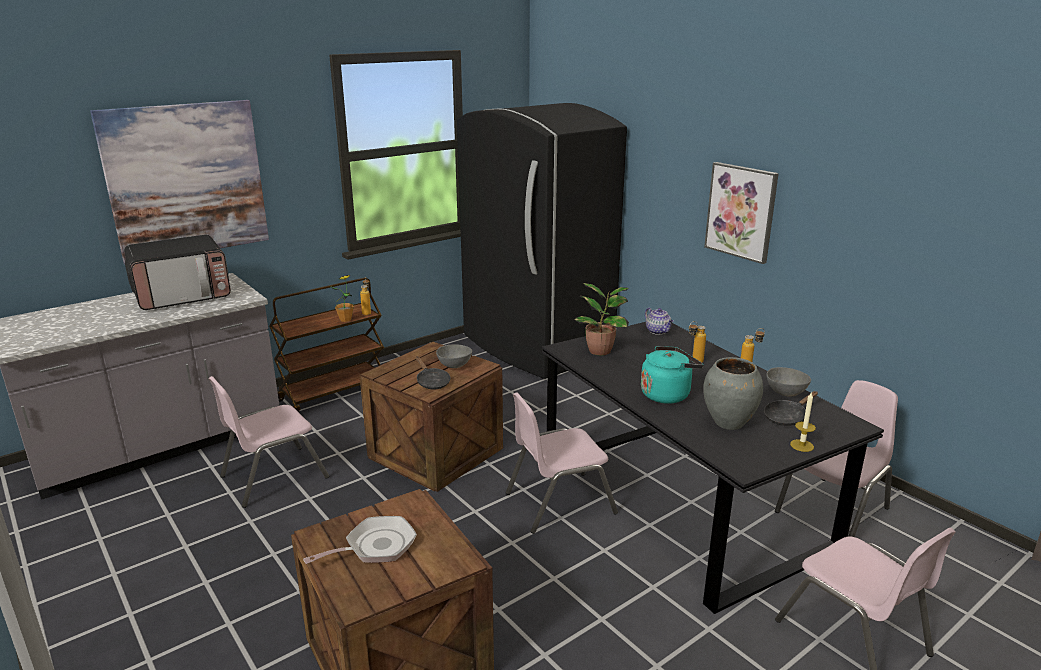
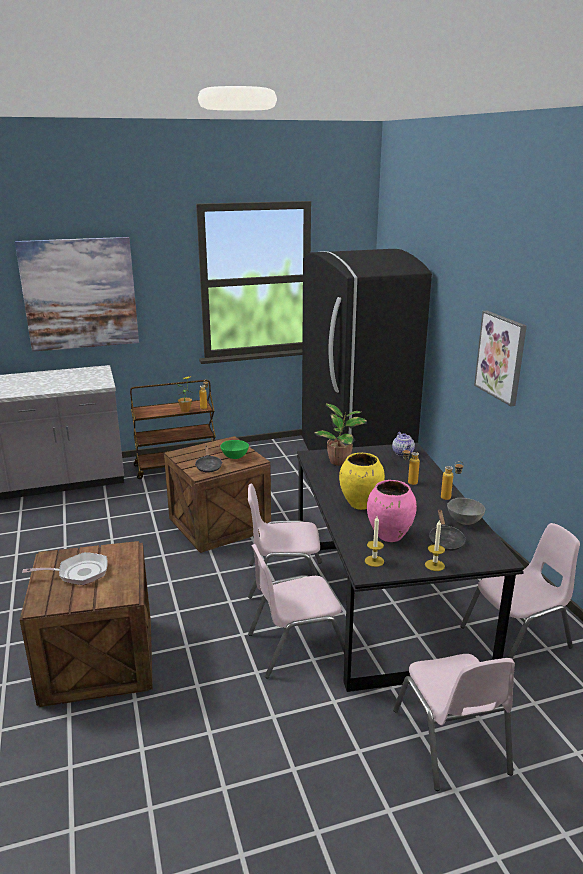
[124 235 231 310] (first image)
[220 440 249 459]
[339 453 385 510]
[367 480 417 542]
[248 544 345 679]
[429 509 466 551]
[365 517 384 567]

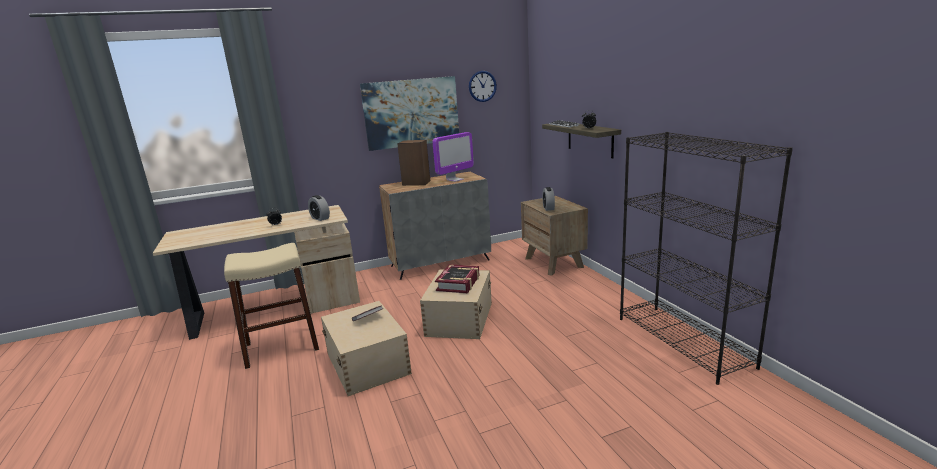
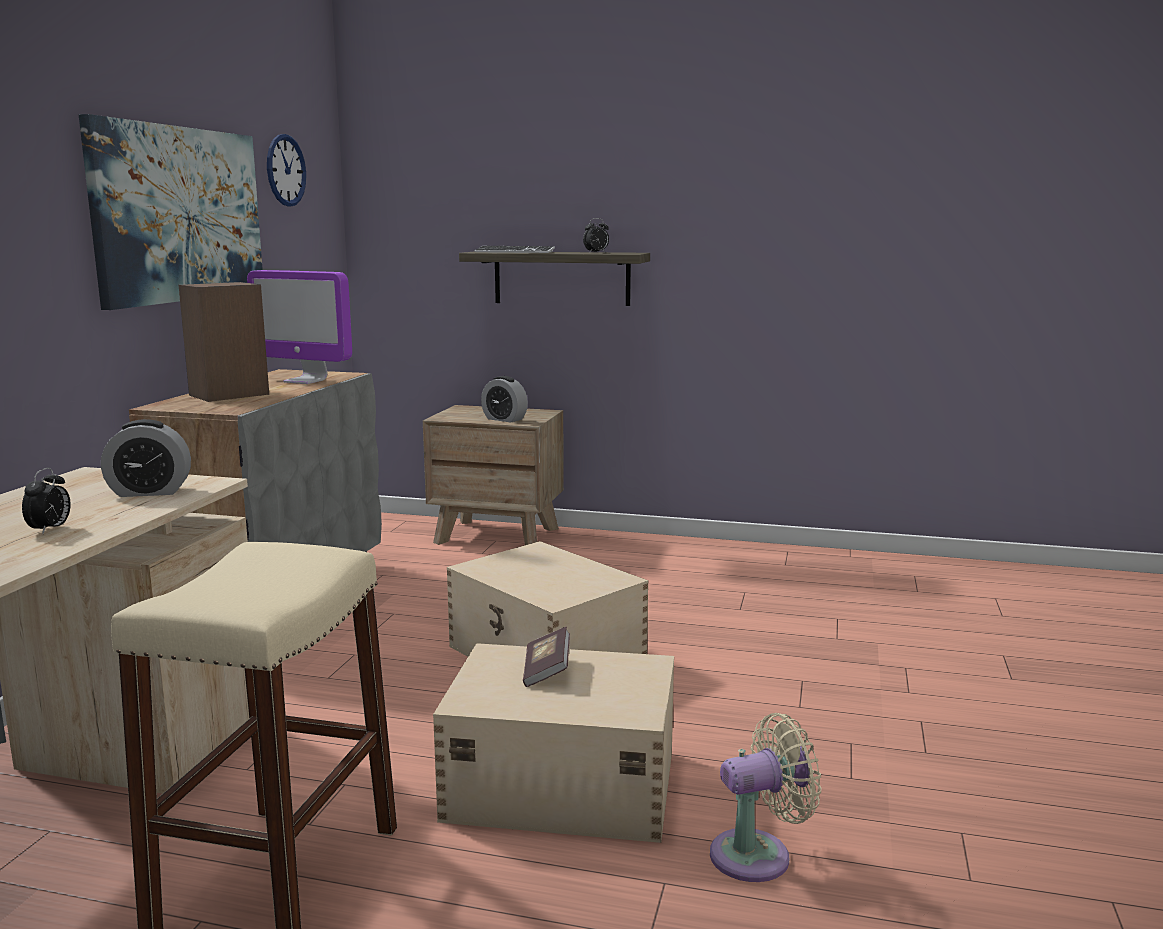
[247 270 352 384]
[620 132 793 385] (first image)
[435 264 480 293] (first image)
[710 713 821 882]

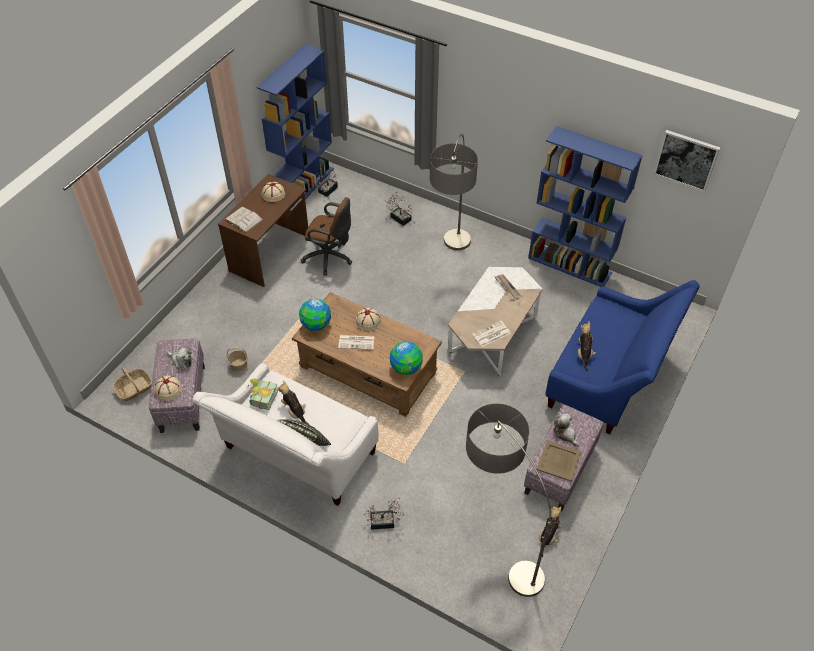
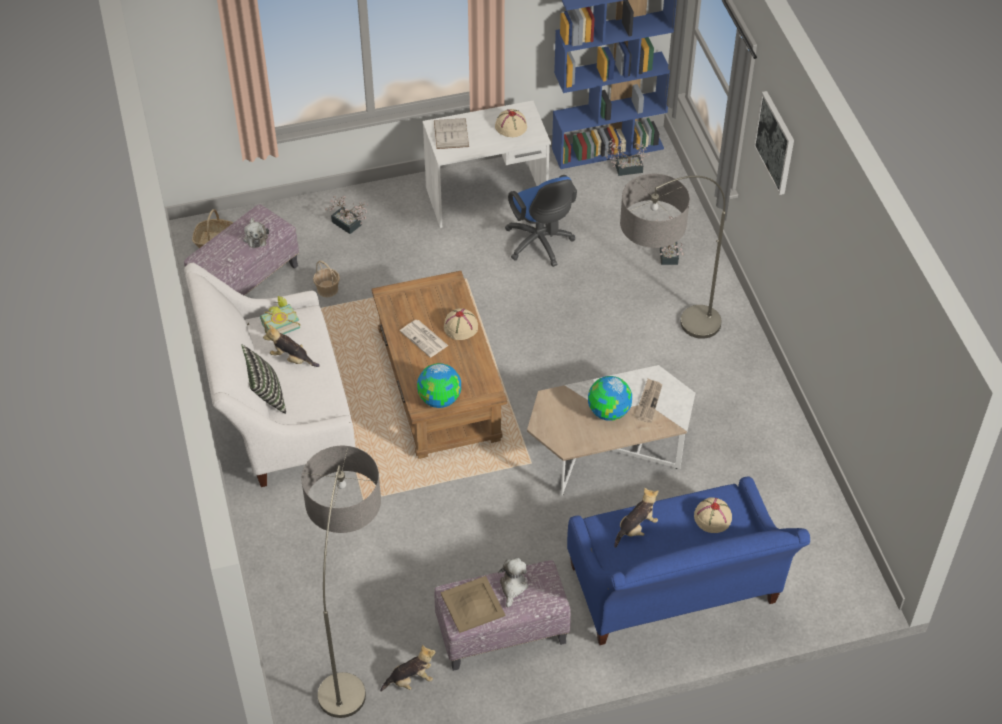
[528 126 643 287] (first image)
[754 91 794 195]
[423 101 551 228]
[505 175 577 267]
[588 376 632 421]
[472 321 511 347] (first image)
[694 498 732 533]
[263 325 320 367]
[325 196 368 234]

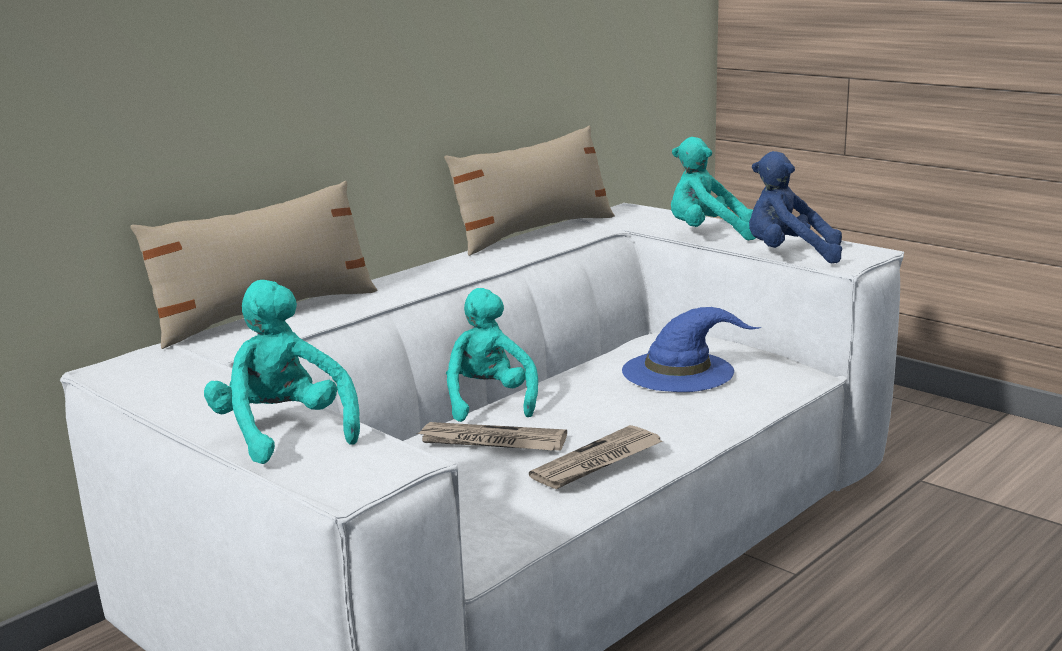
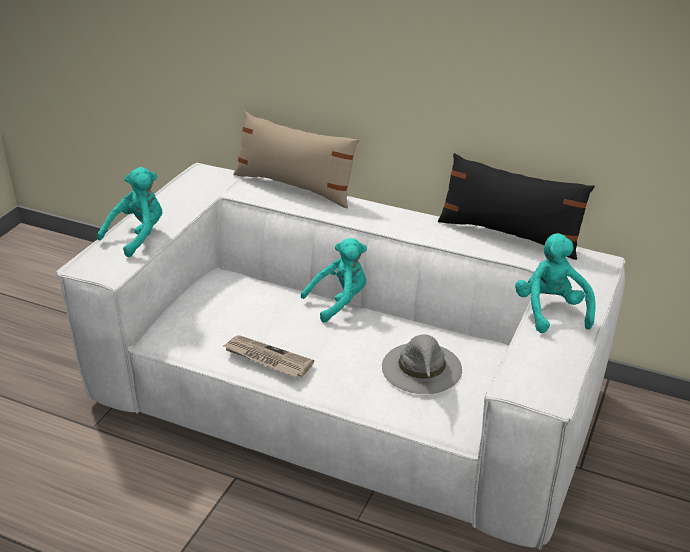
[438 153 595 260]
[749 151 842 264] (first image)
[382 334 462 394]
[416 422 567 451] (first image)

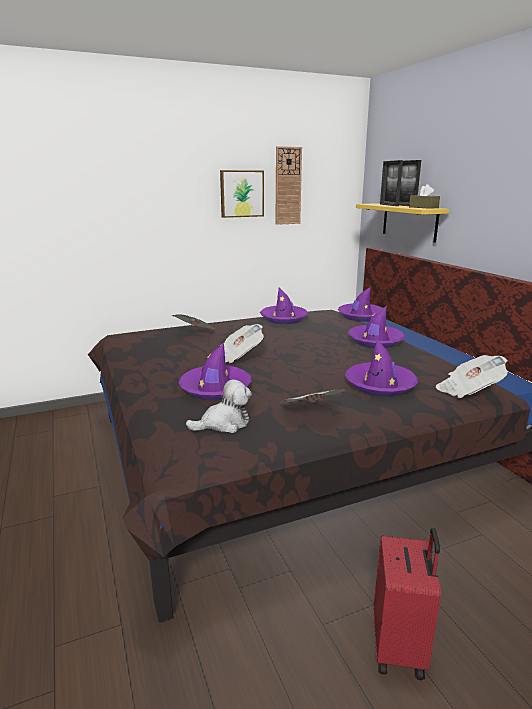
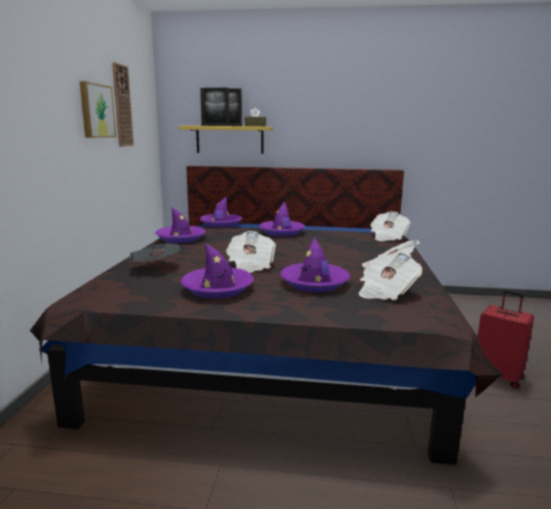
[180 243 254 298]
[358 252 422 300]

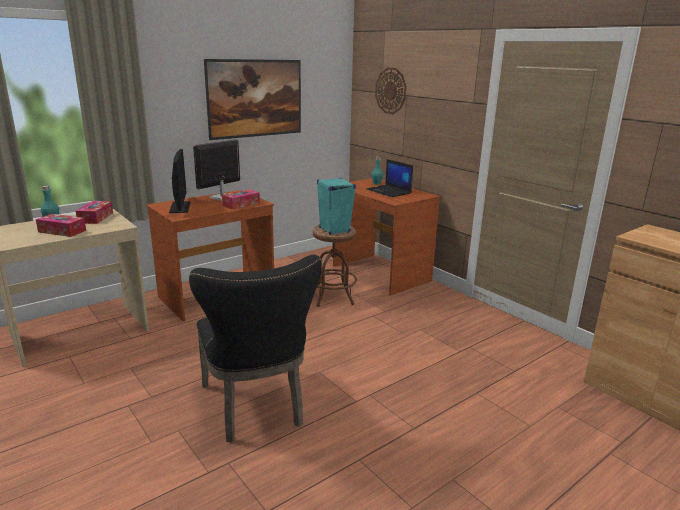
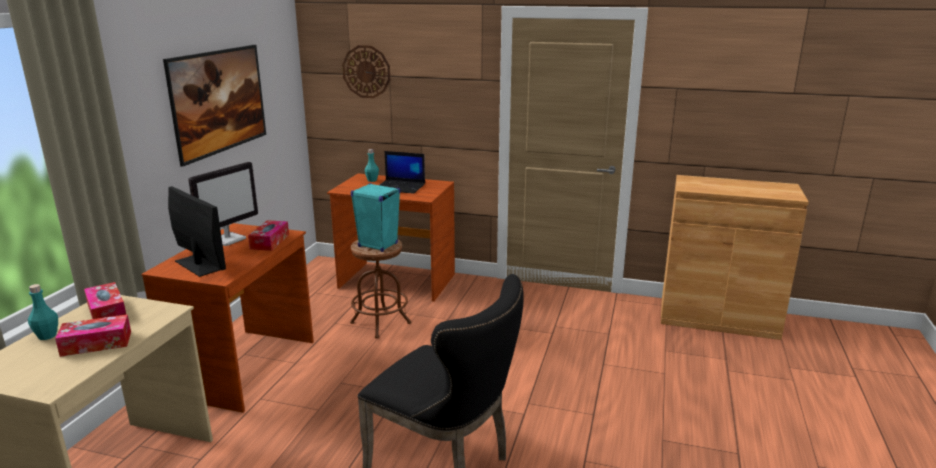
[188 162 258 246]

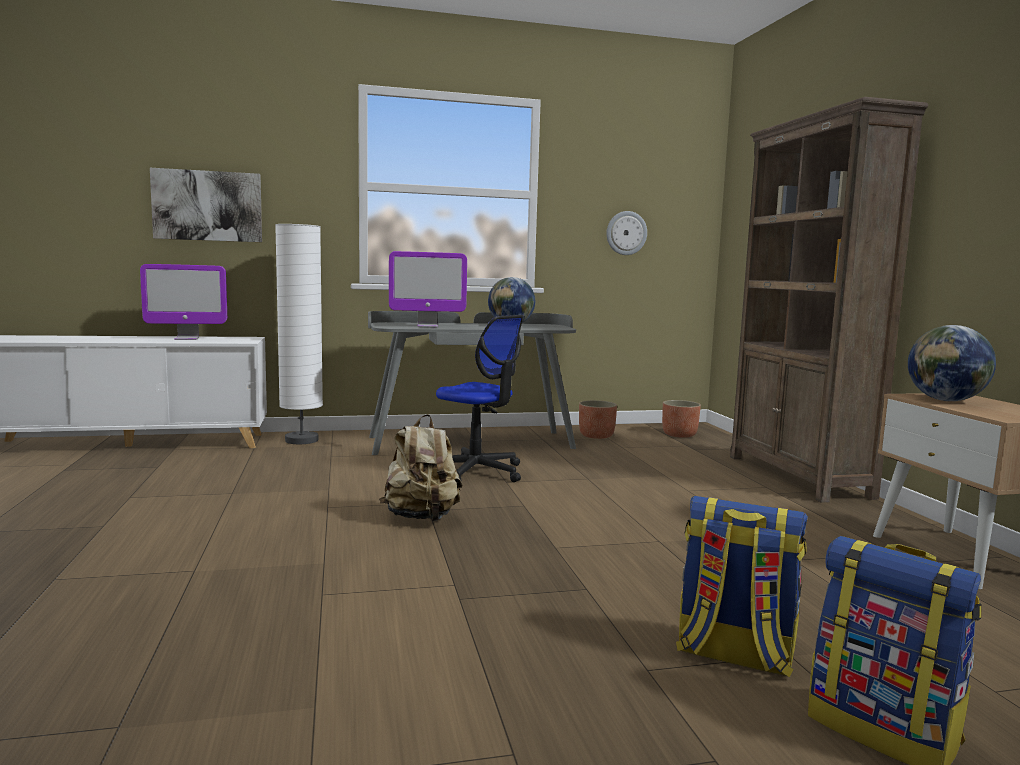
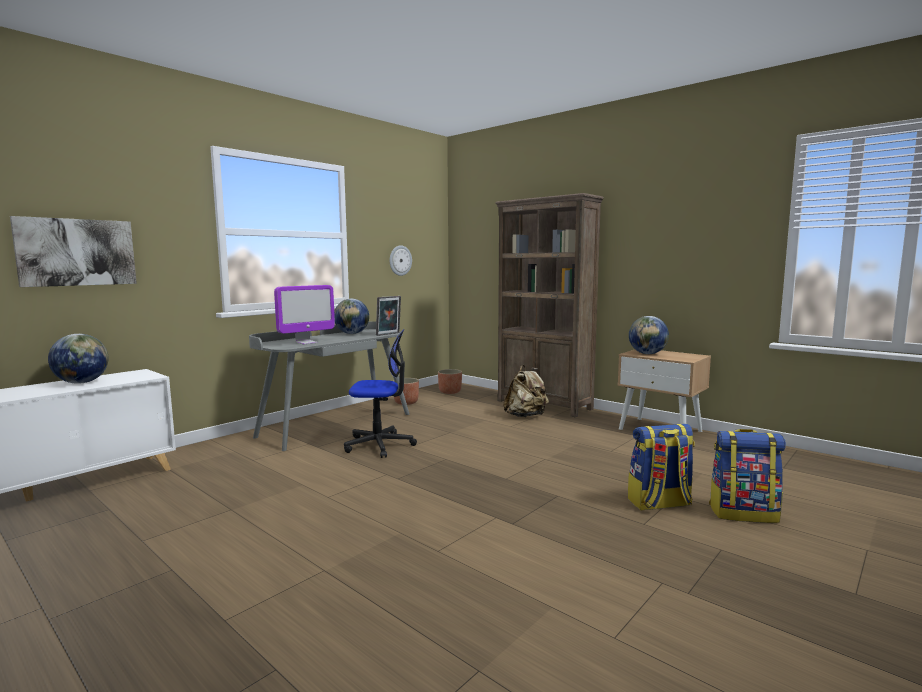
[275 224 323 444] (first image)
[48 334 109 384]
[503 365 549 417]
[376 296 401 336]

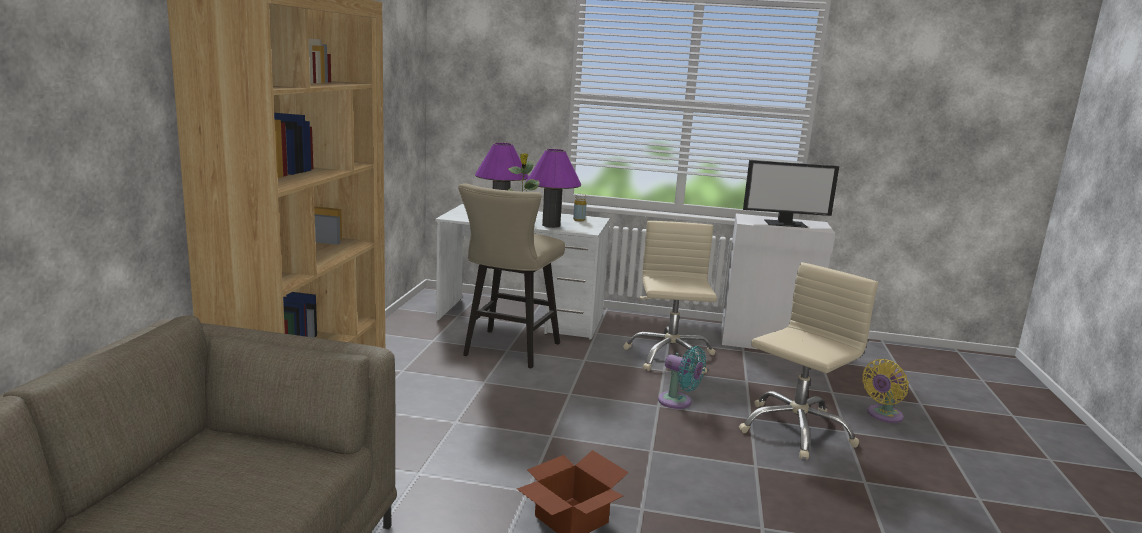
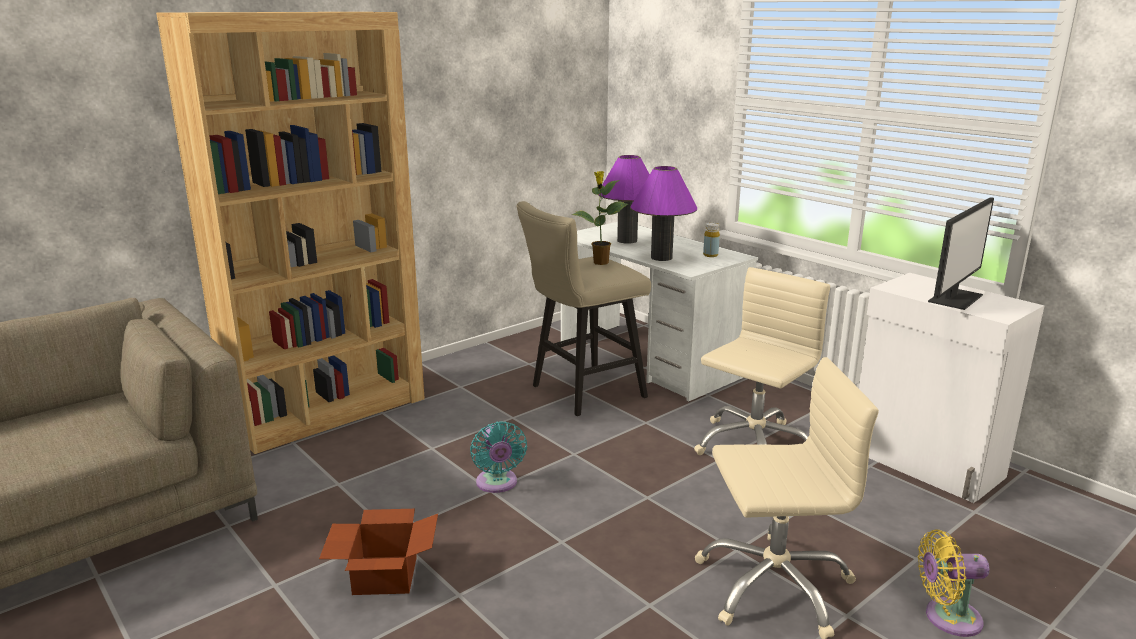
[928 197 994 310]
[470 421 527 493]

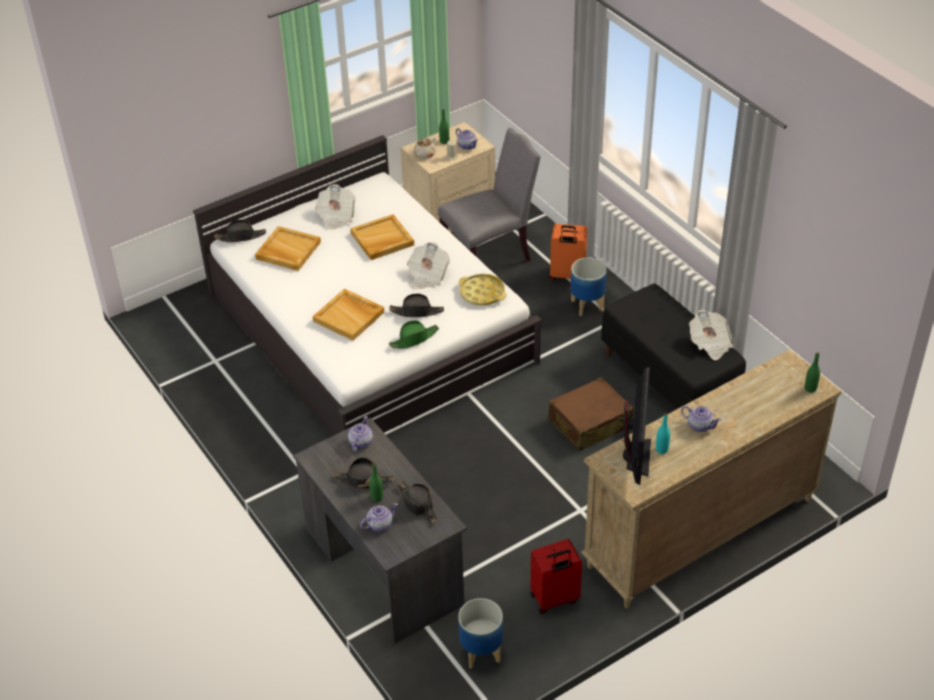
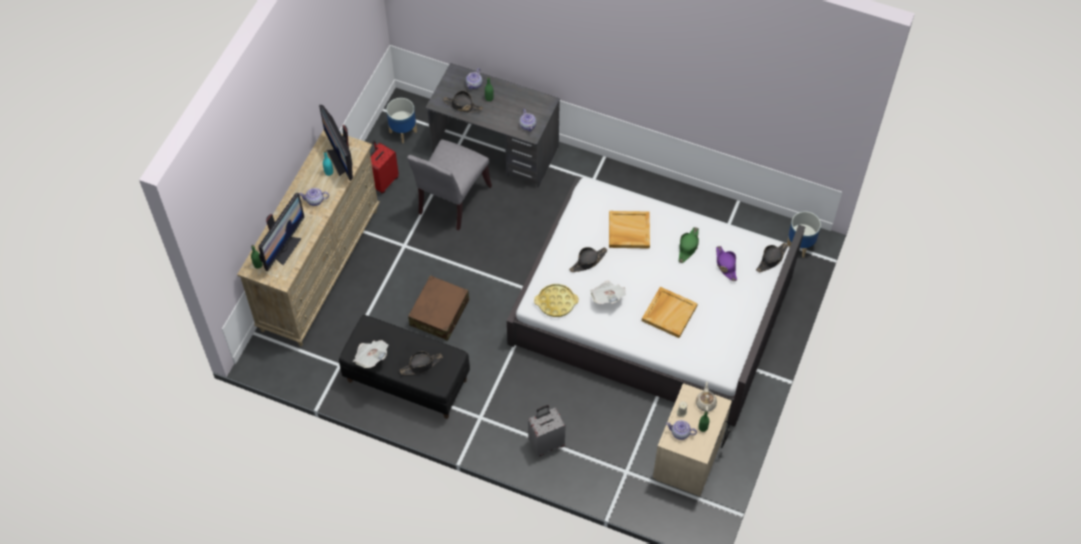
[407 139 492 230]
[315 184 356 230] (first image)
[528 405 565 456]
[716 246 737 281]
[787 211 821 258]
[679 227 699 263]
[400 351 443 375]
[258 193 305 272]

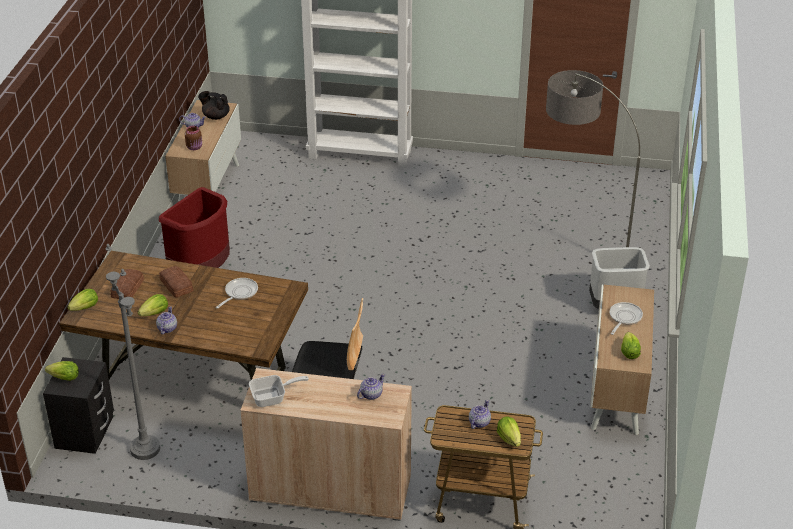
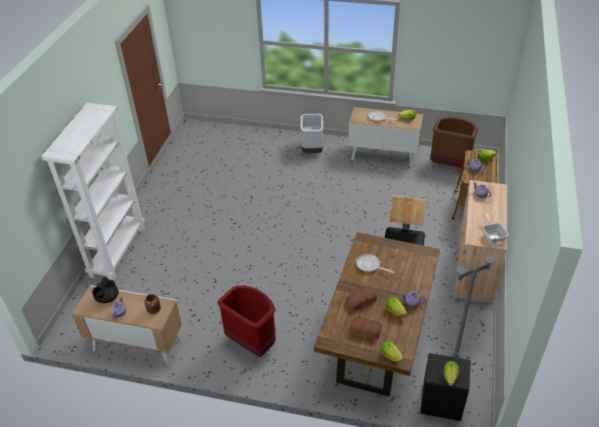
[546 70 641 247] (first image)
[430 117 478 168]

